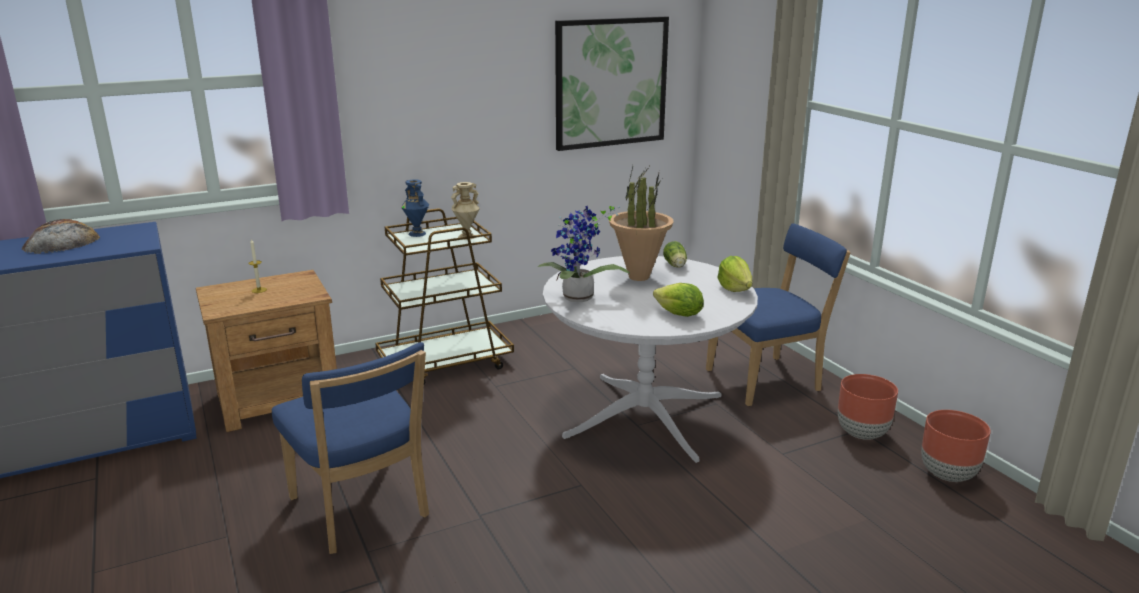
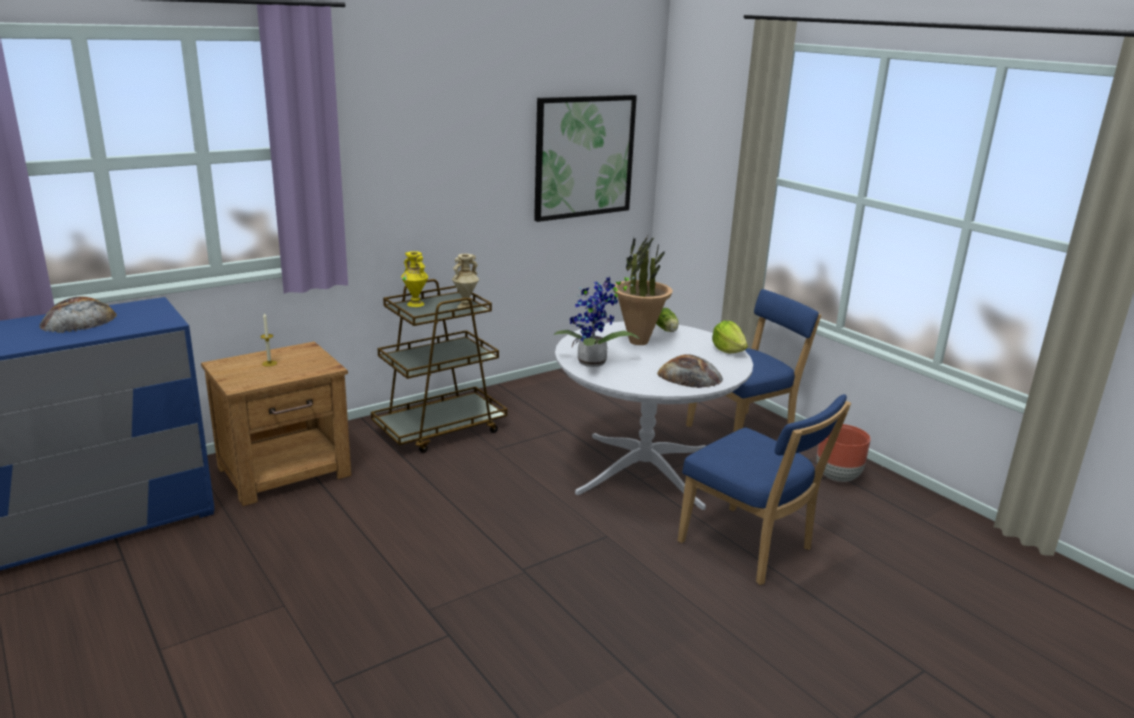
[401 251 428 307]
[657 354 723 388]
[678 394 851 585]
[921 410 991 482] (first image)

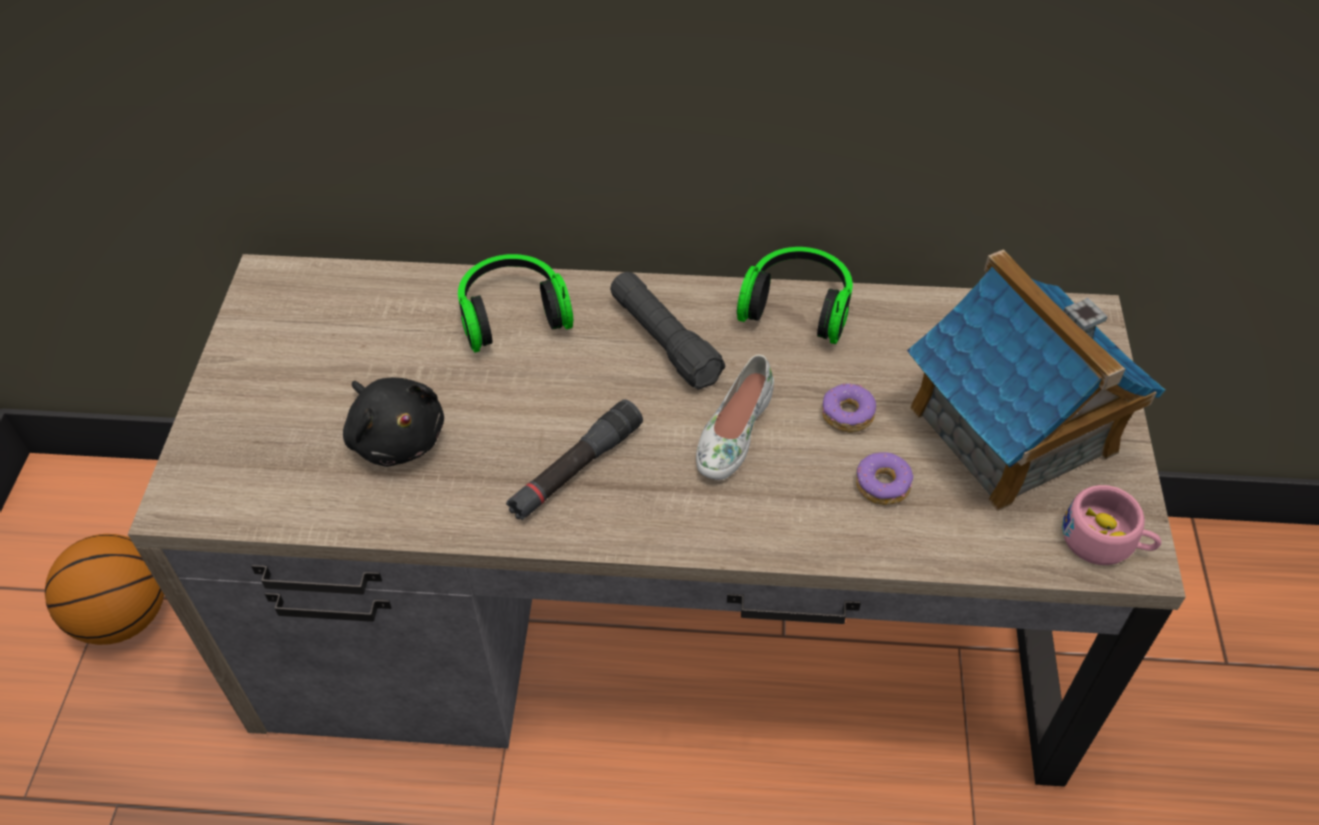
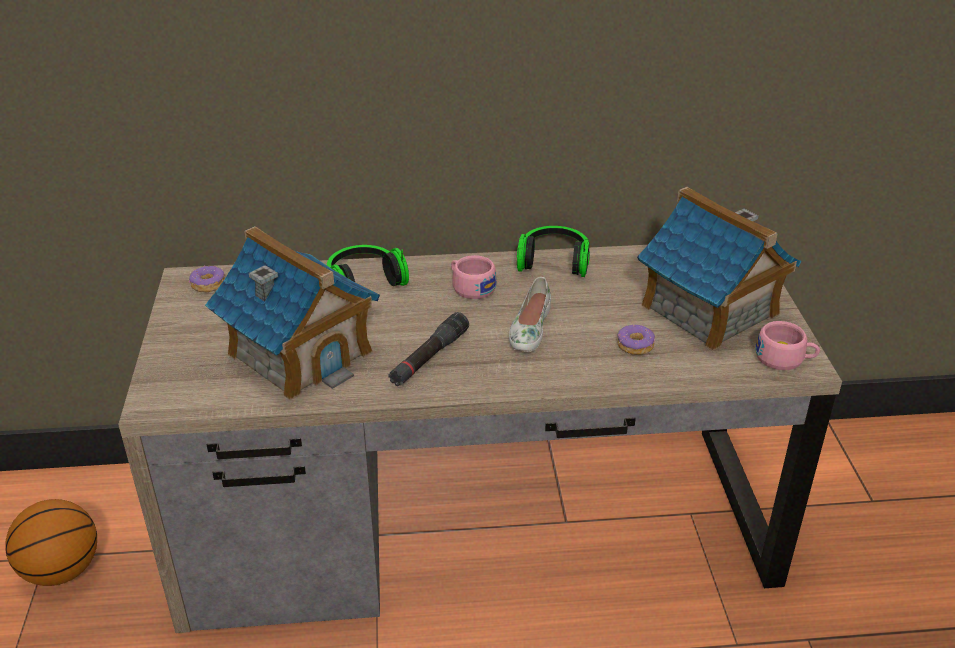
[451 255 497 299]
[205 226 380 401]
[189 265 225 292]

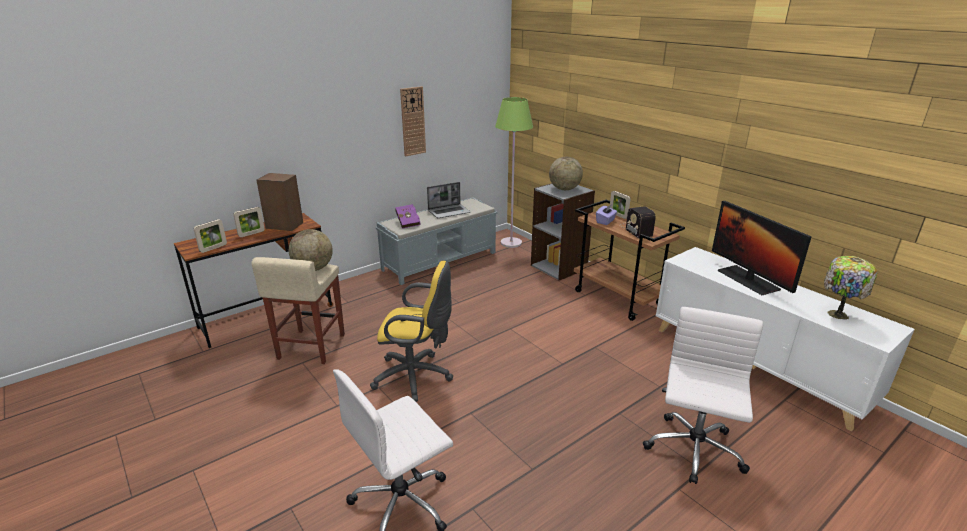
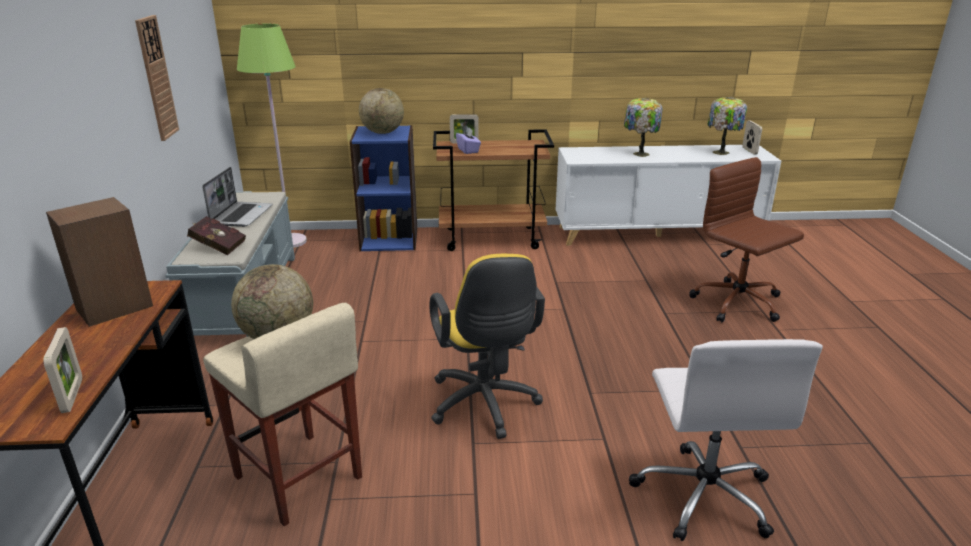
[350 125 417 251]
[624 98 663 157]
[187 216 246 255]
[619 206 656 239] (first image)
[742 121 762 155]
[430 254 545 439]
[689 157 804 322]

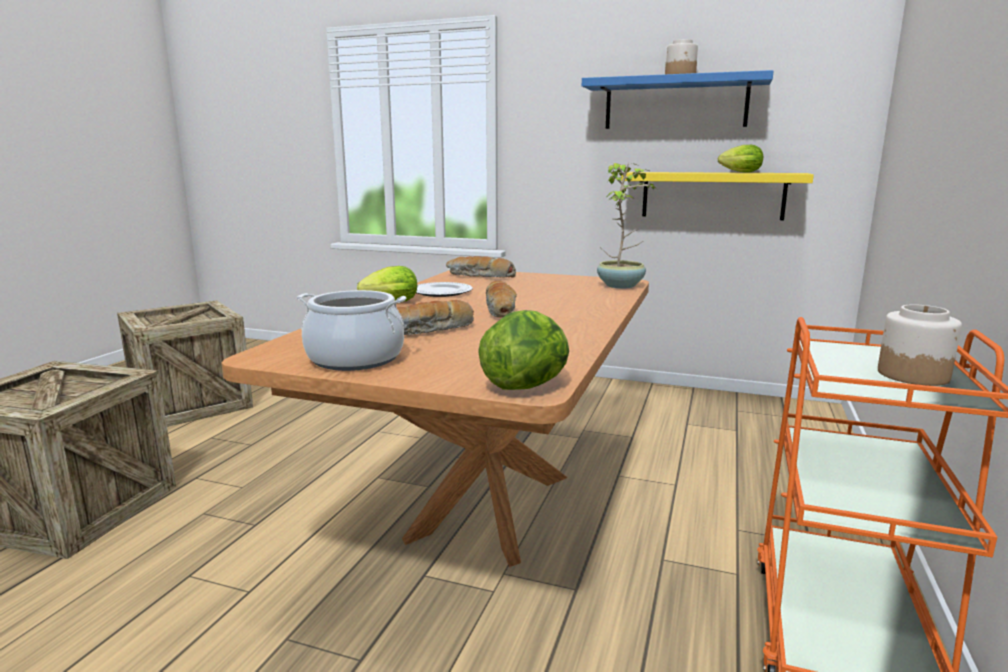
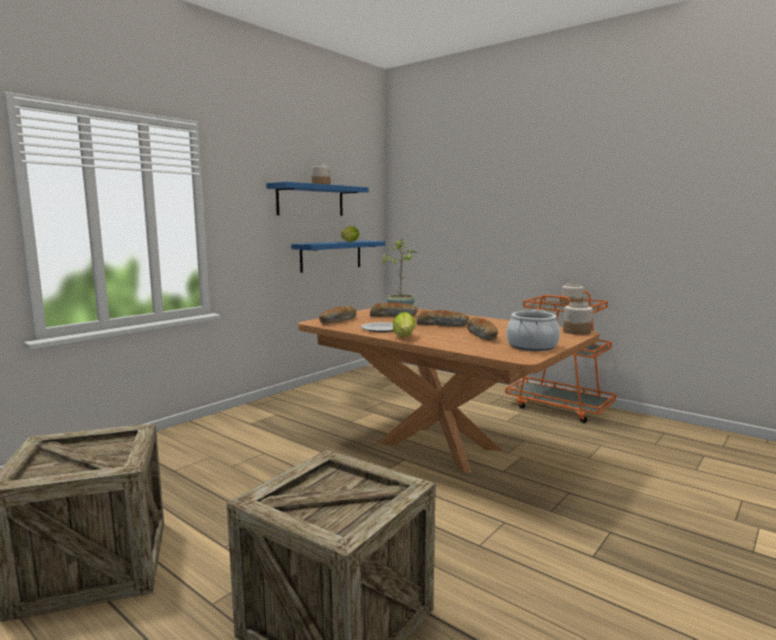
[291 241 385 273]
[563 302 593 335]
[370 302 418 317]

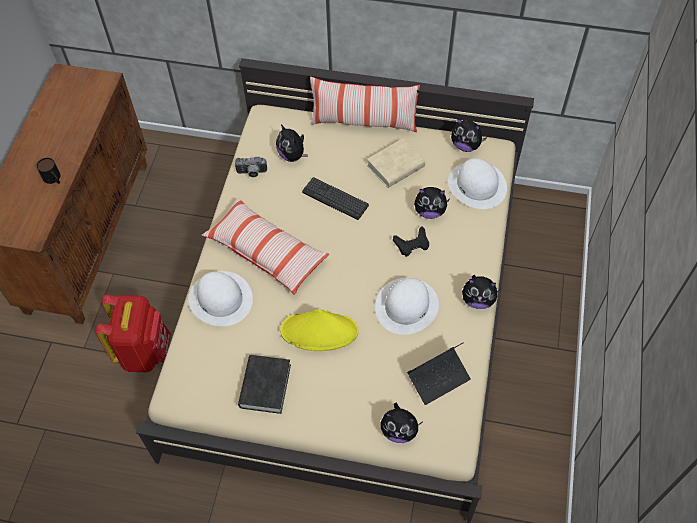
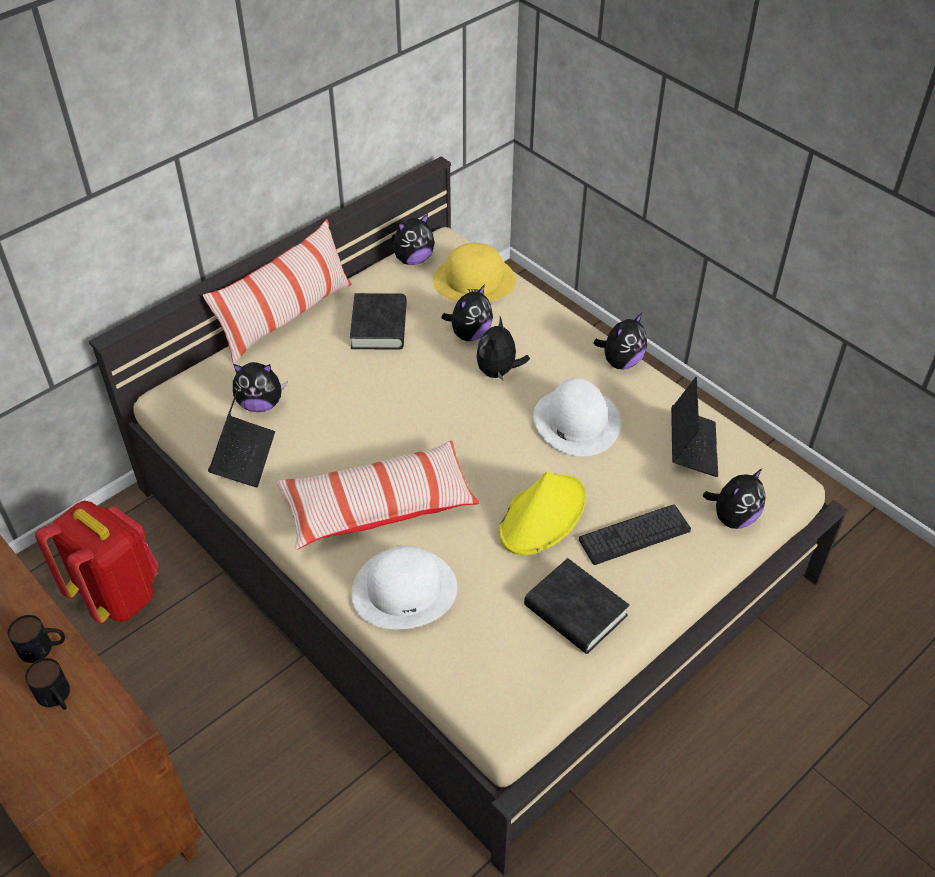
[350 293 407 350]
[208 386 275 487]
[433 243 516 301]
[579 504 691 565]
[476 317 530 381]
[35 501 158 623]
[25 658 70 710]

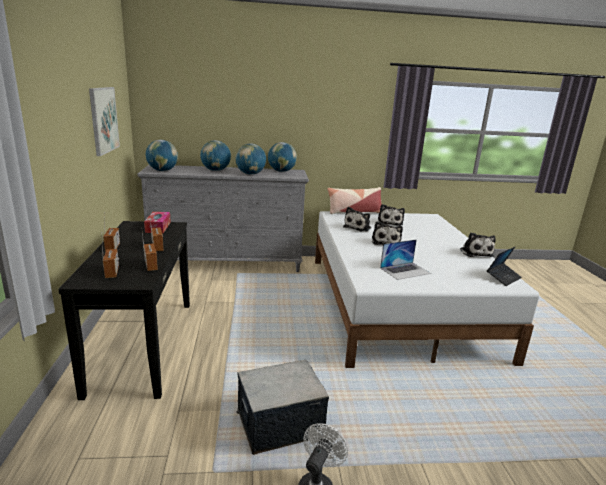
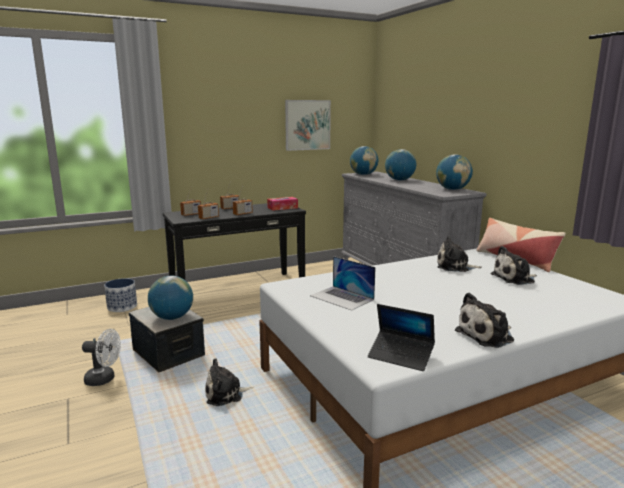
[148 276 193 320]
[205 358 254 406]
[104 278 137 312]

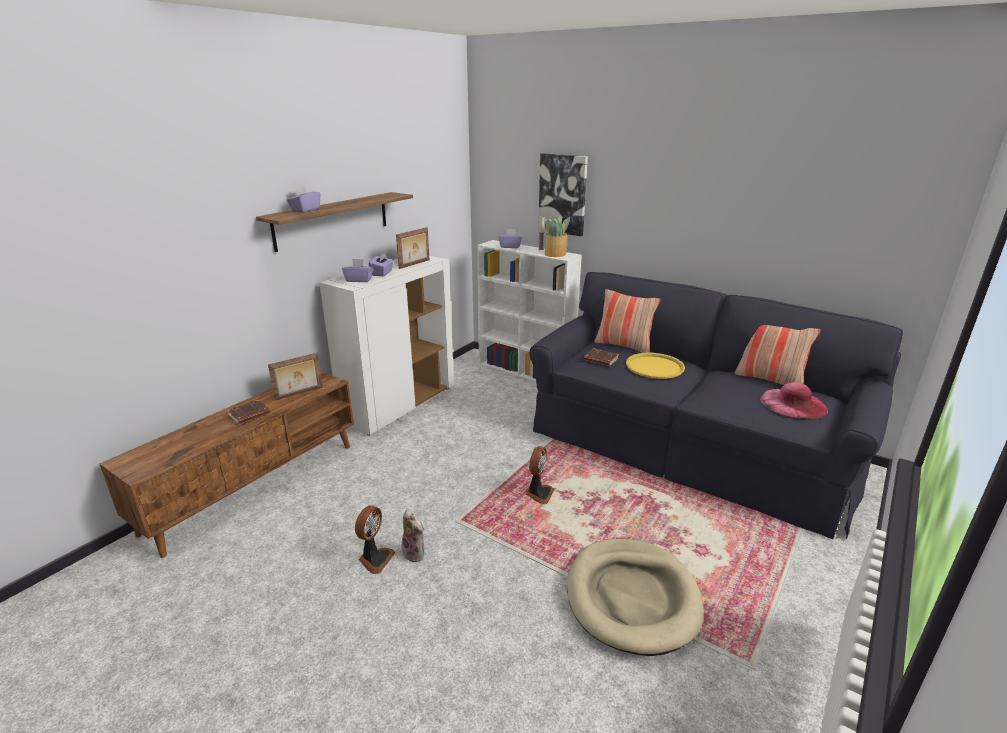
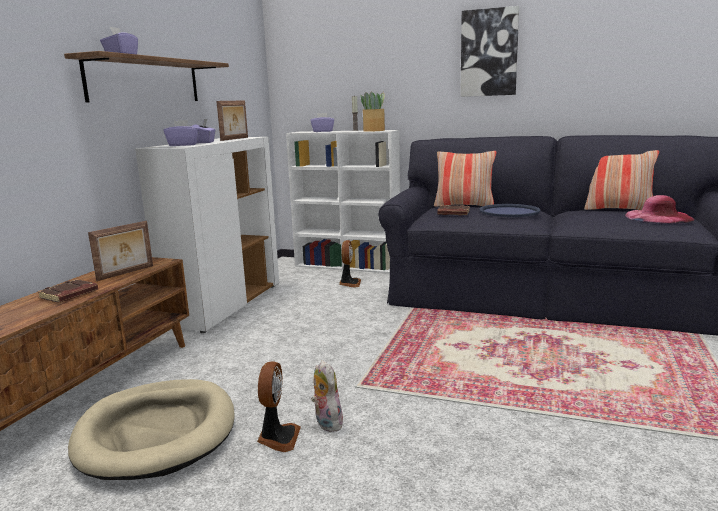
[460 6 519 97]
[479 204 541 217]
[339 240 361 288]
[311 360 343 432]
[68 379 235 480]

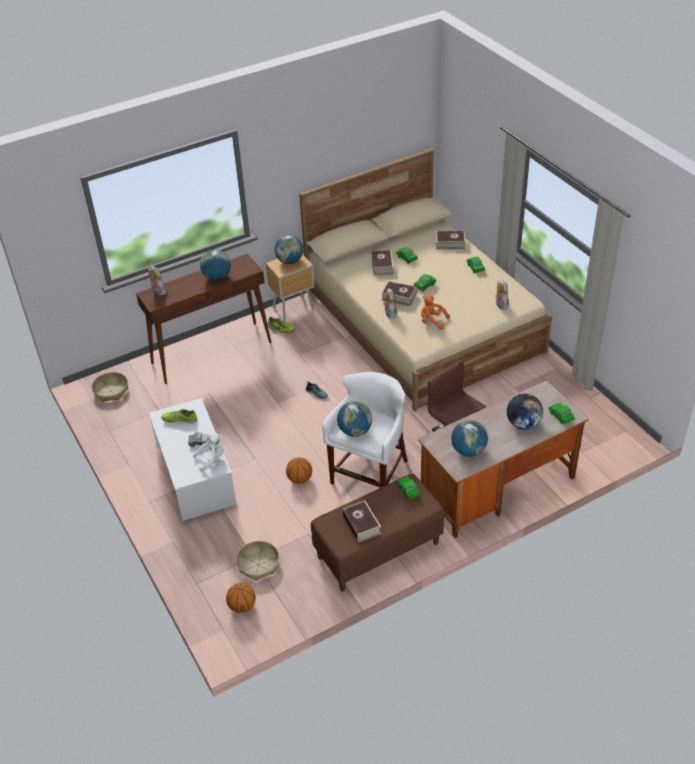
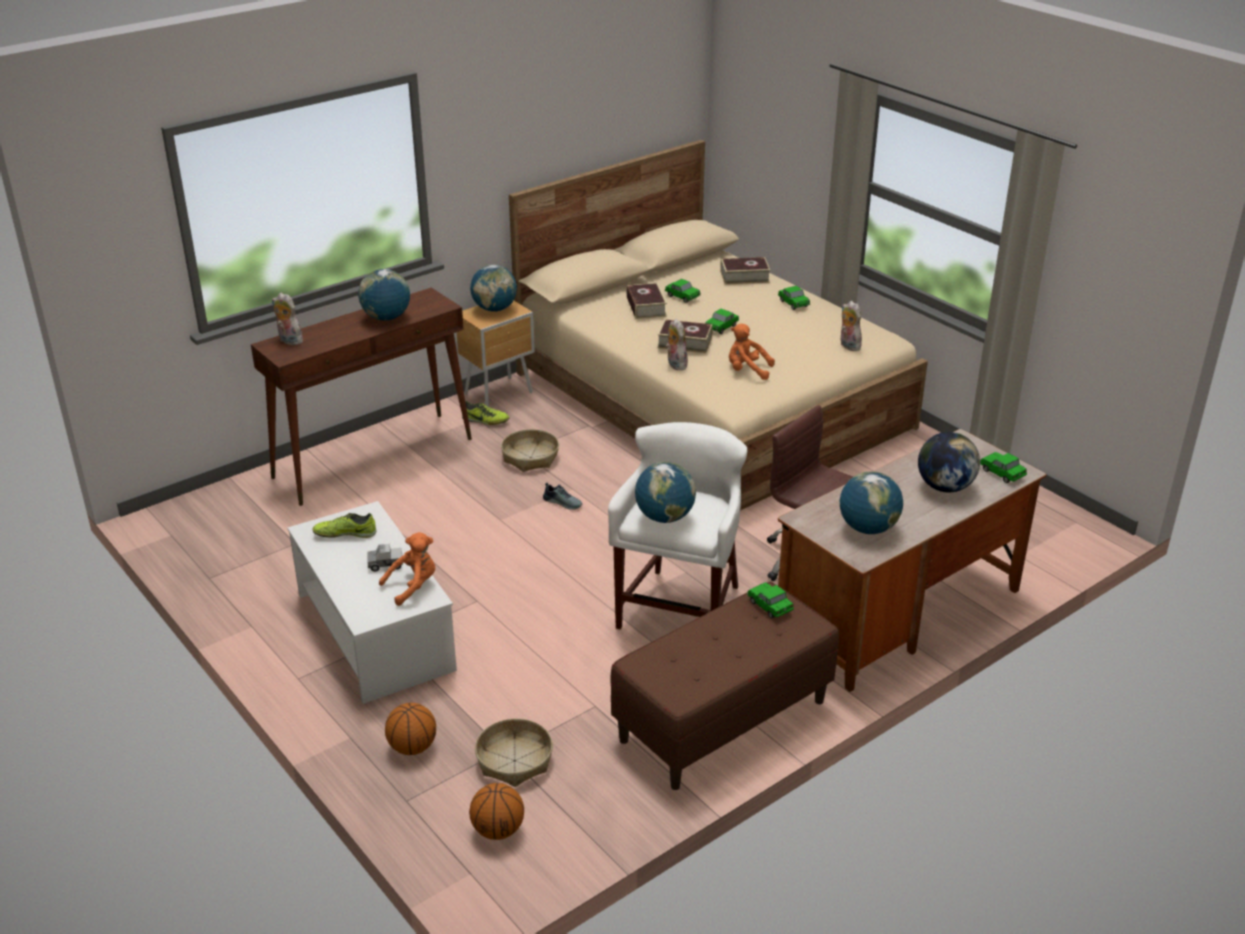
[501 429 559 472]
[379 532 435 606]
[385 703 436 755]
[342 501 381 543] (first image)

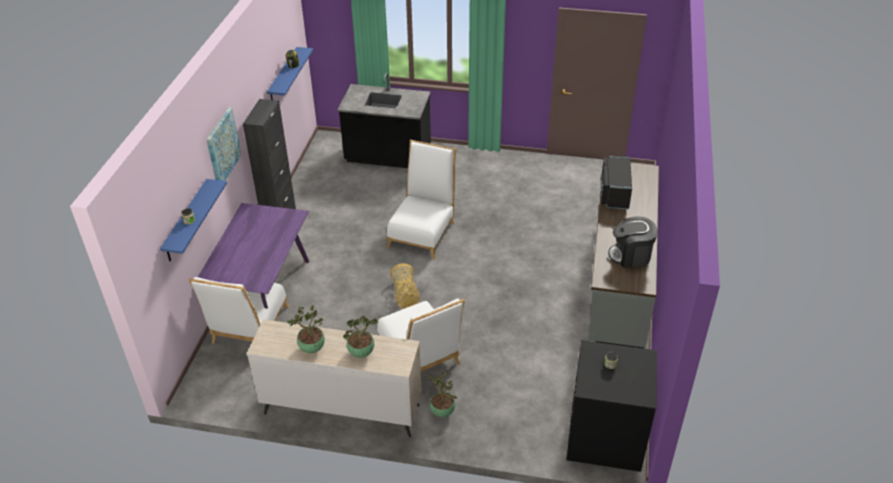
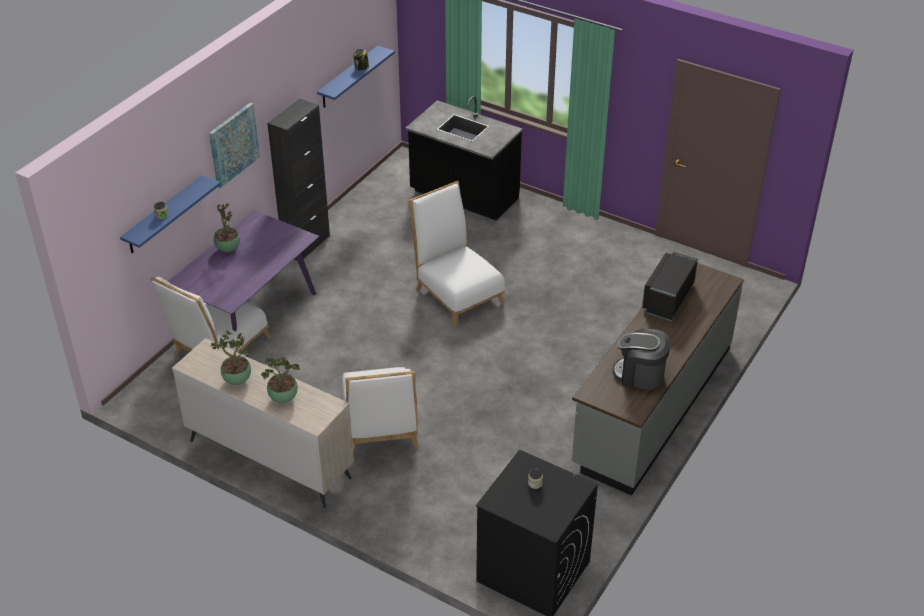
[408 181 505 327]
[390 263 420 309] (first image)
[214 203 240 252]

